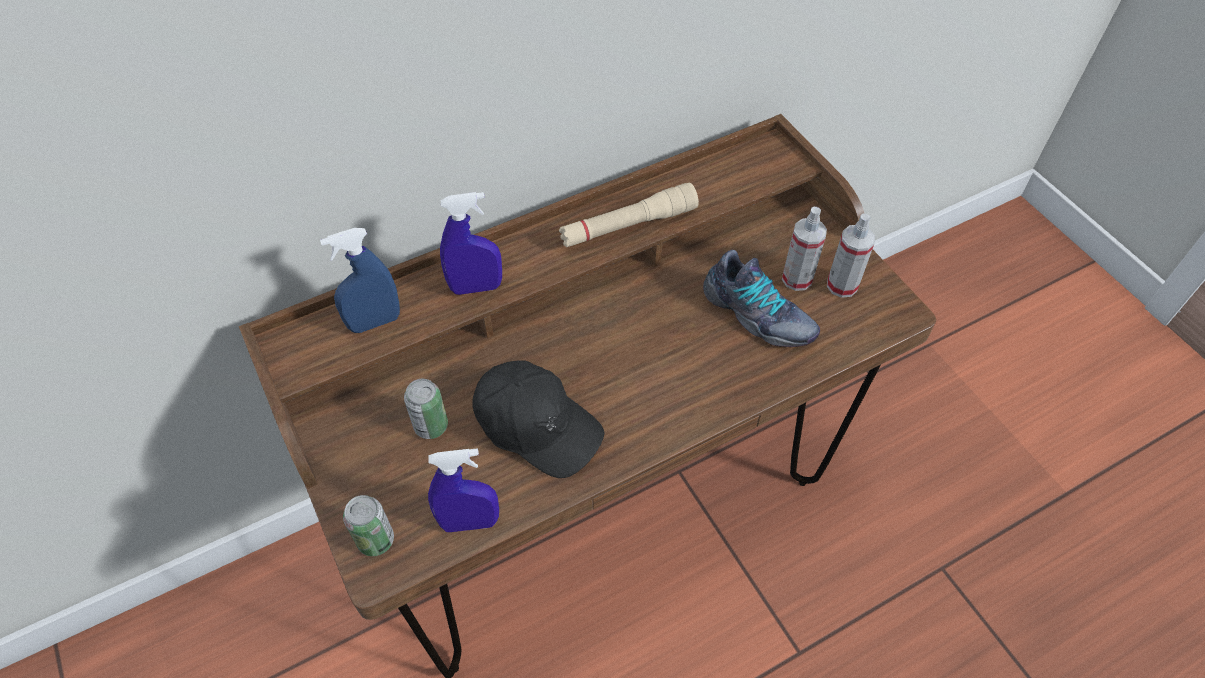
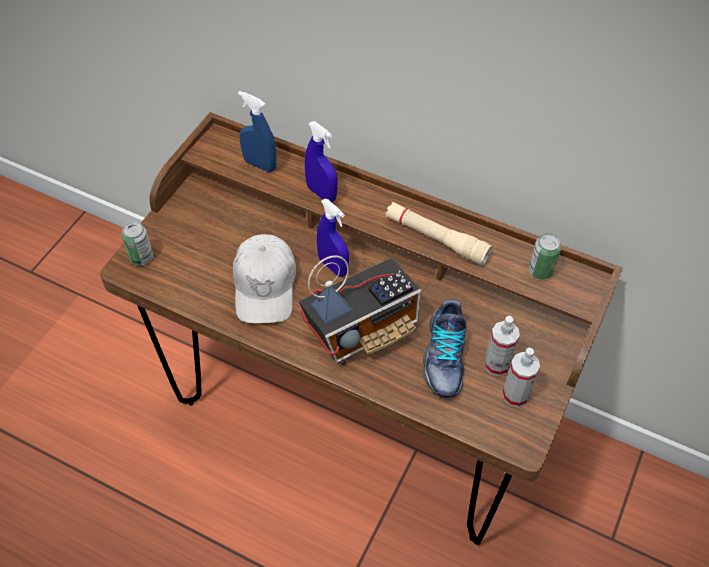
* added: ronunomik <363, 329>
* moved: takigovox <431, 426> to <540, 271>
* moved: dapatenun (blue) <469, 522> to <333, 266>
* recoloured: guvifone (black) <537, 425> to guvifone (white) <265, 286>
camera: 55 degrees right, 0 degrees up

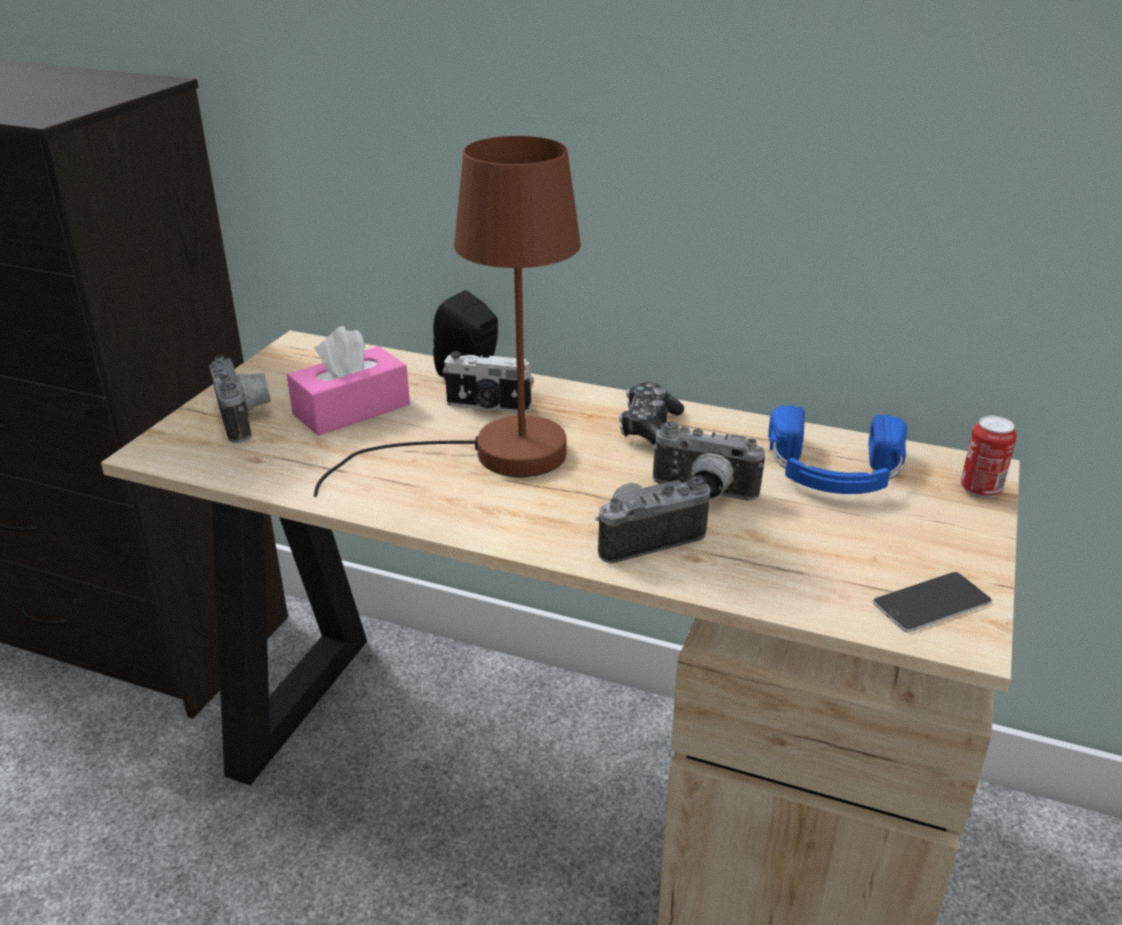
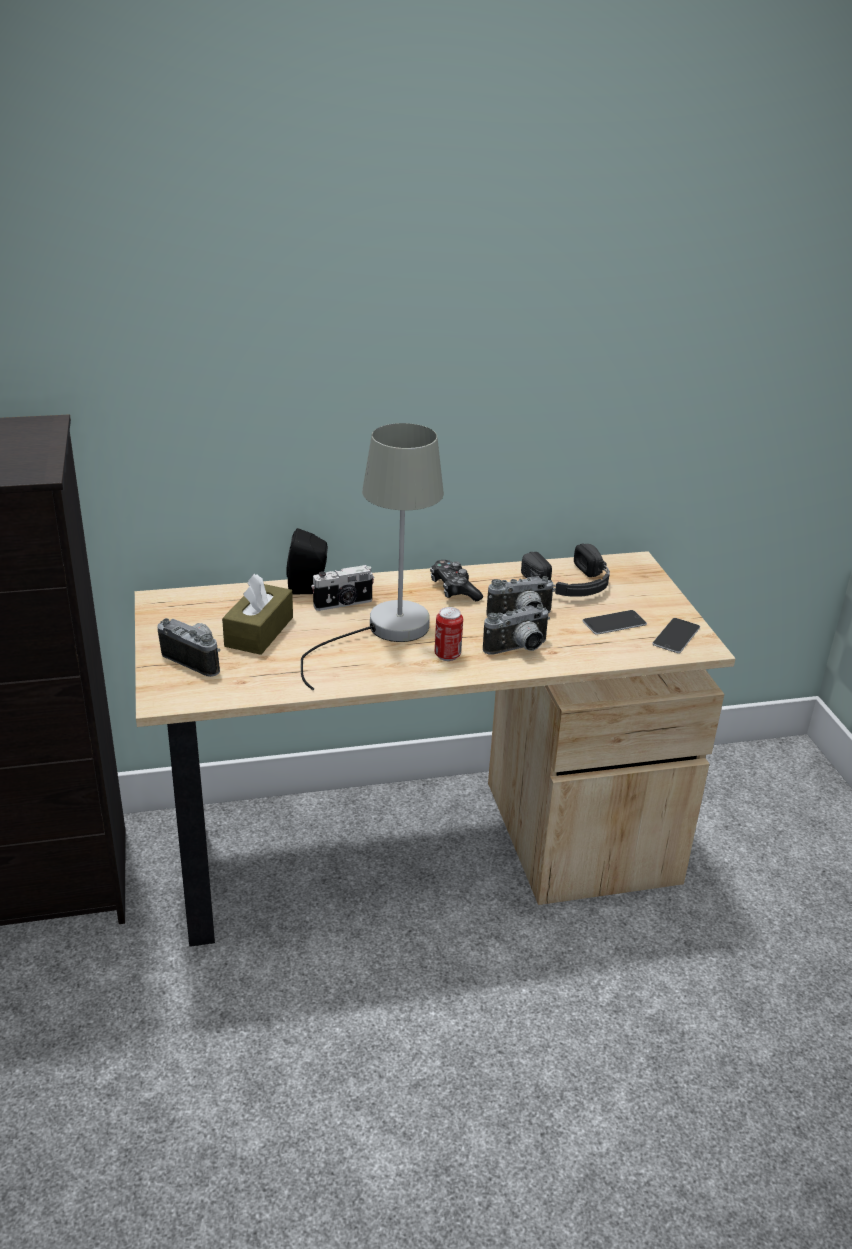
* added: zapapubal <614, 622>
* moved: takigovox <980, 490> to <447, 655>
* recoloured: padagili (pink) <351, 409> to padagili (brown) <259, 632>
* recoloured: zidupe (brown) <492, 455> to zidupe (grey) <384, 632>
* recoloured: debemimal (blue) <834, 470> to debemimal (black) <570, 583>
* turned: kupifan <645, 537> = <518, 649> 150 degrees counterclockwise
camera: 35 degrees left, 0 degrees up

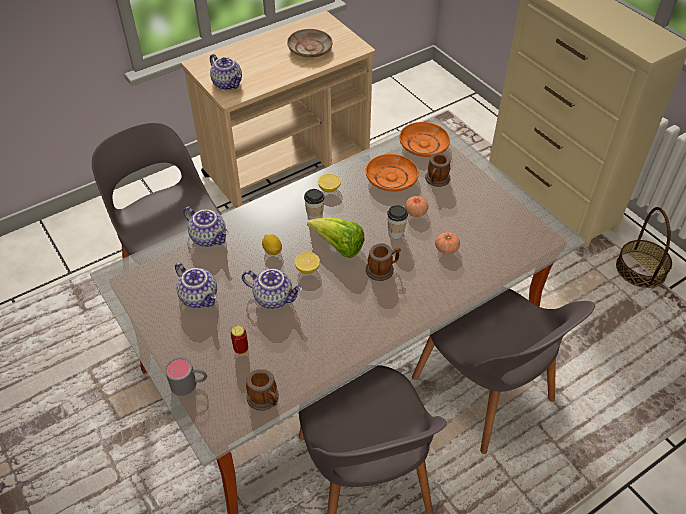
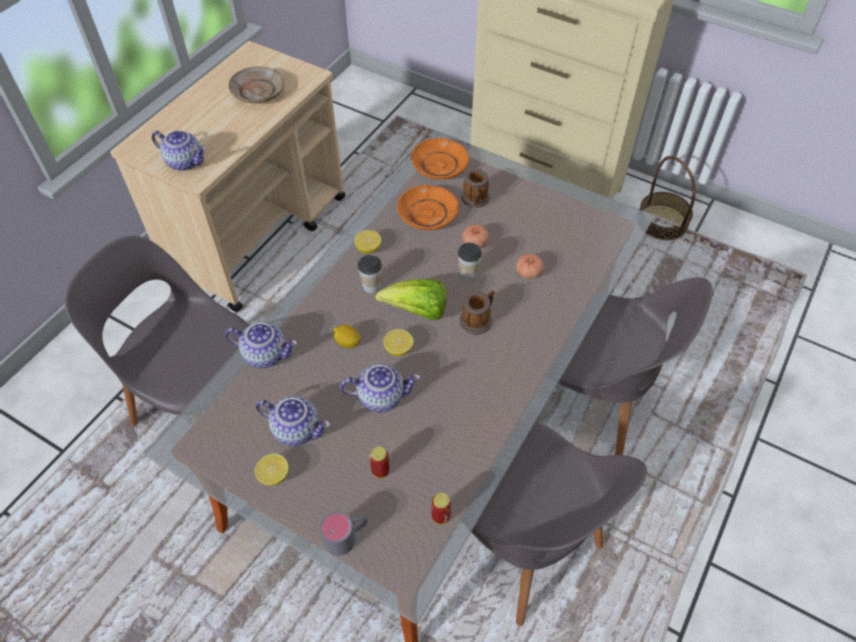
* added: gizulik <274, 475>
* replaced: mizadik <265, 399> to takigovox <440, 516>
camera: 25 degrees left, 5 degrees up

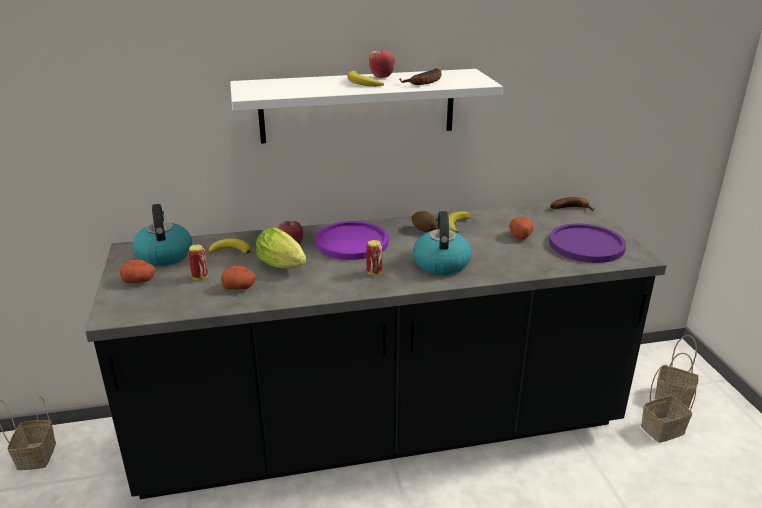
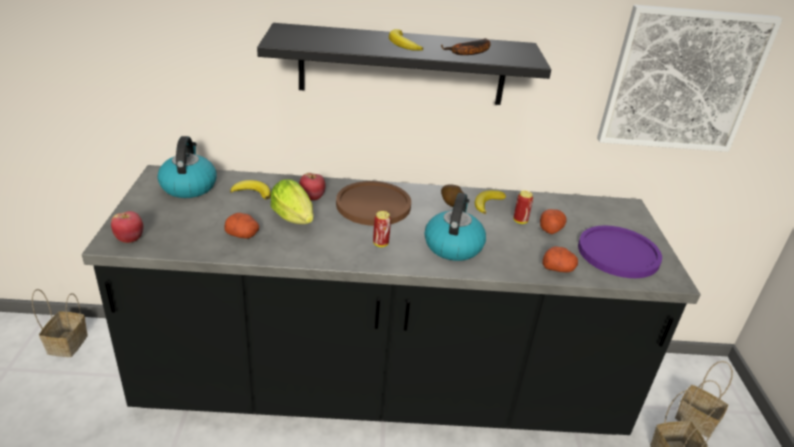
* removed: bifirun <571, 207>
* added: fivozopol <682, 80>
* moved: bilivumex <140, 280> to <558, 268>
* moved: takigovox <200, 277> to <520, 221>
* moved: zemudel <381, 77> to <130, 239>
* recoloured: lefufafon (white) <358, 106> to lefufafon (black) <402, 65>
* recoloured: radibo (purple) <352, 242> to radibo (brown) <373, 205>
camera: 10 degrees right, 5 degrees up

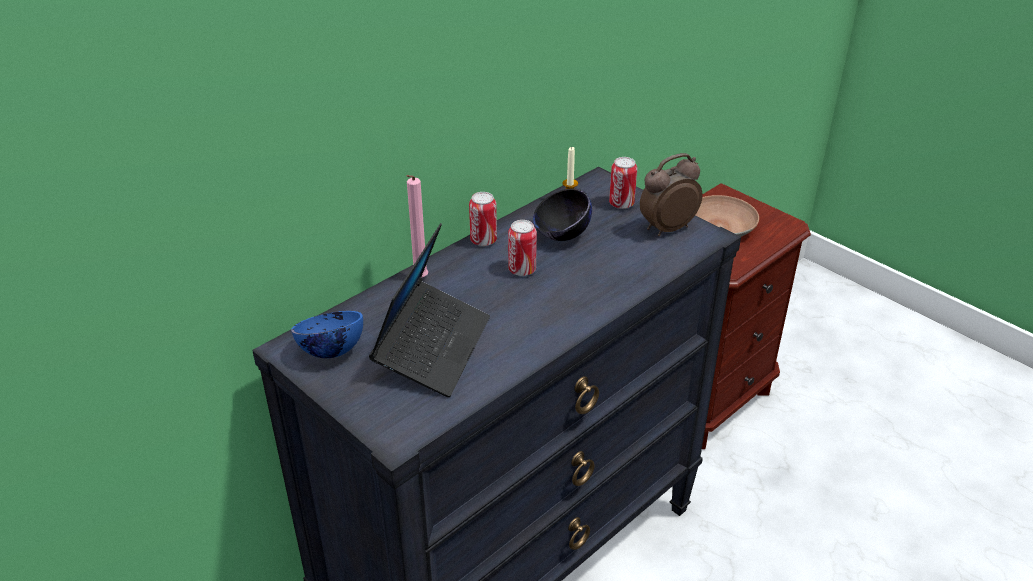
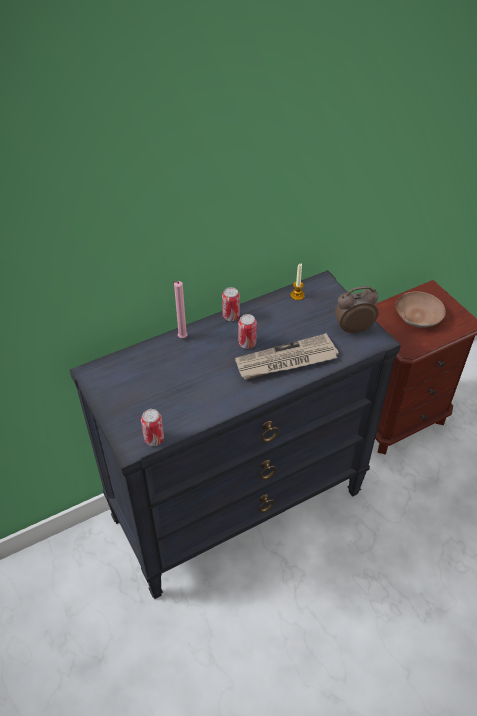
* removed: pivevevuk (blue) <331, 350>
* removed: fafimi <433, 347>
* removed: pivevevuk (black) <561, 235>
* added: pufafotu <286, 360>
* moved: takigovox <621, 204> to <154, 439>
camera: 15 degrees right, 10 degrees up

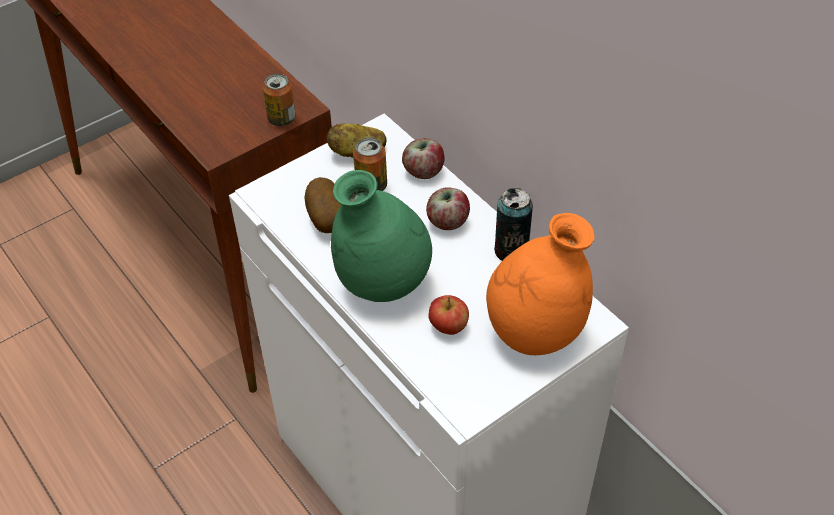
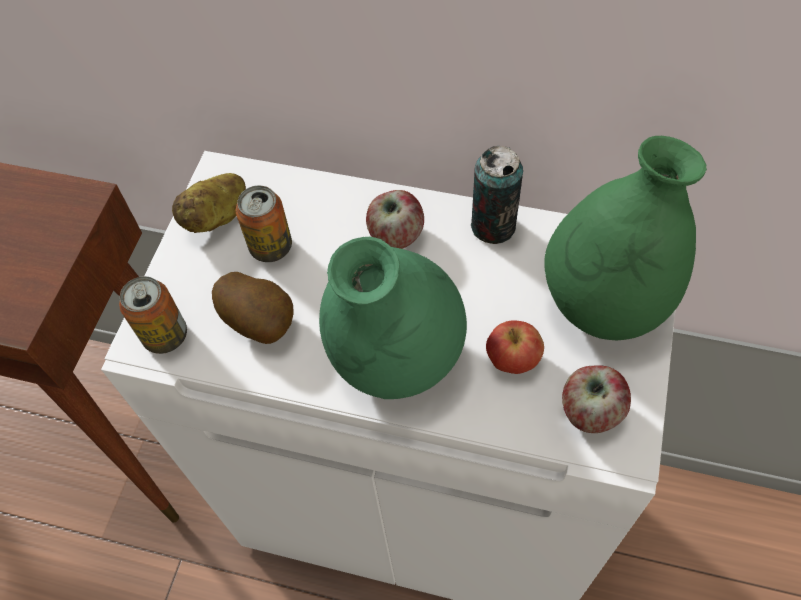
* moved: takigovox <281, 119> to <165, 335>
* moved: zemudel <423, 171> to <590, 411>
* recoloured: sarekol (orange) <535, 333> to sarekol (green) <605, 303>
camera: 35 degrees left, 10 degrees up

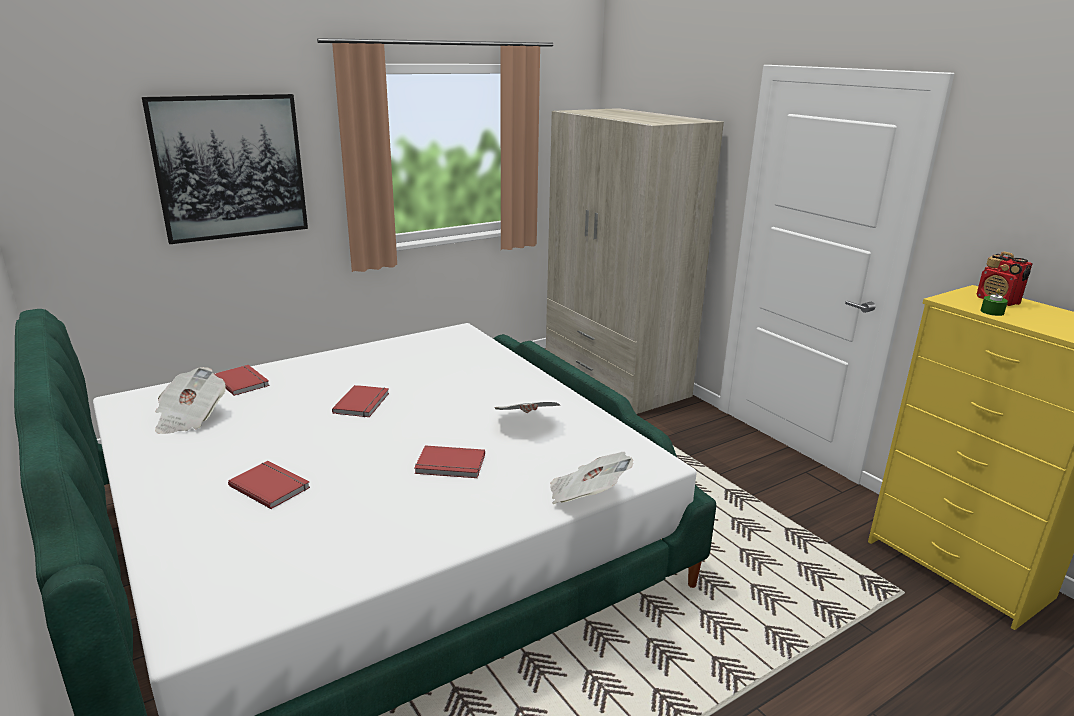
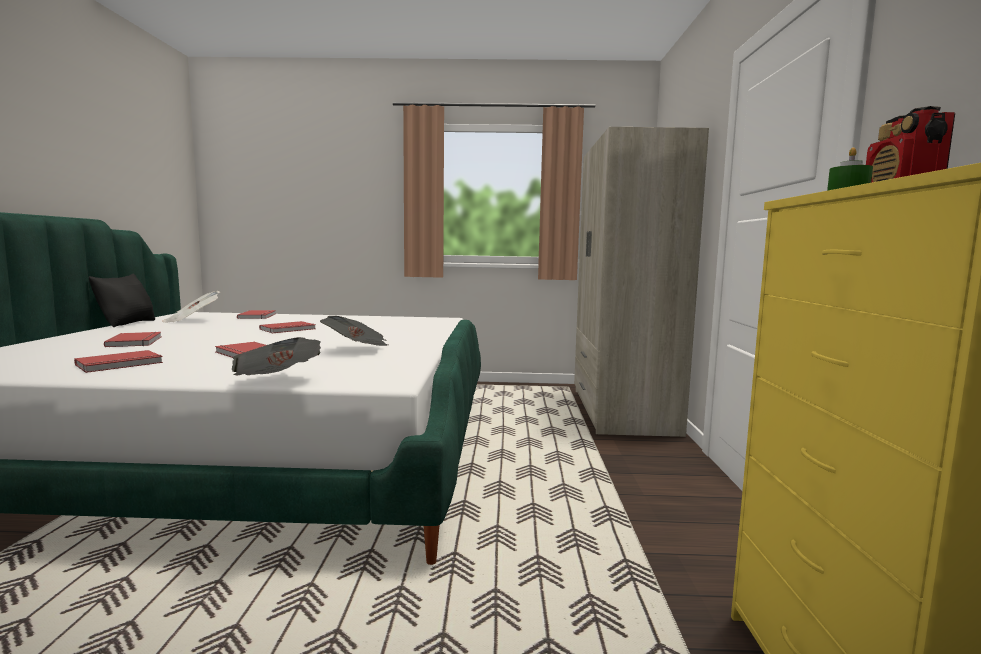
* removed: fivozopol <230, 167>
* added: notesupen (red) <120, 364>
* added: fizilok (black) <127, 323>
camera: 35 degrees right, 15 degrees down

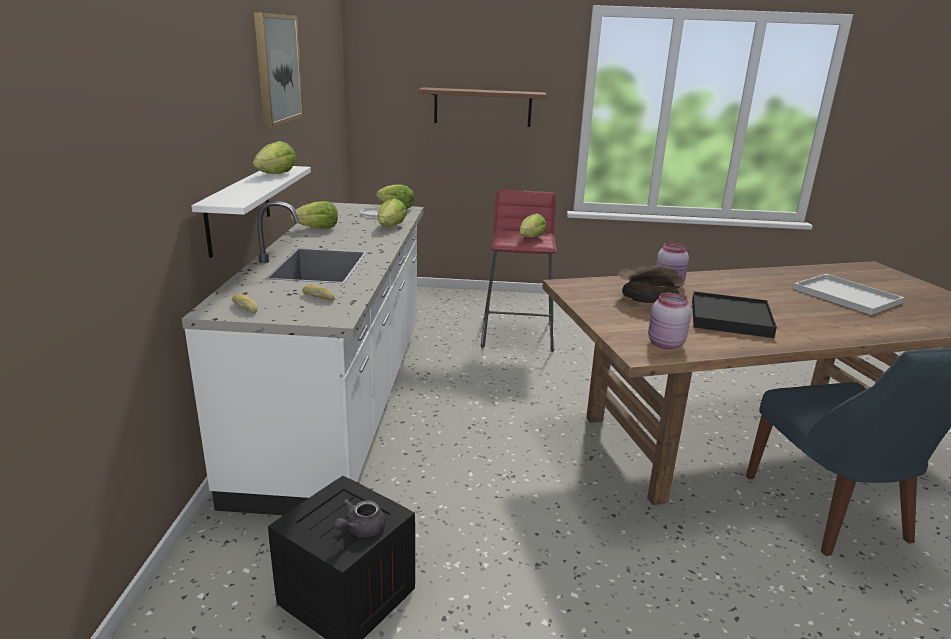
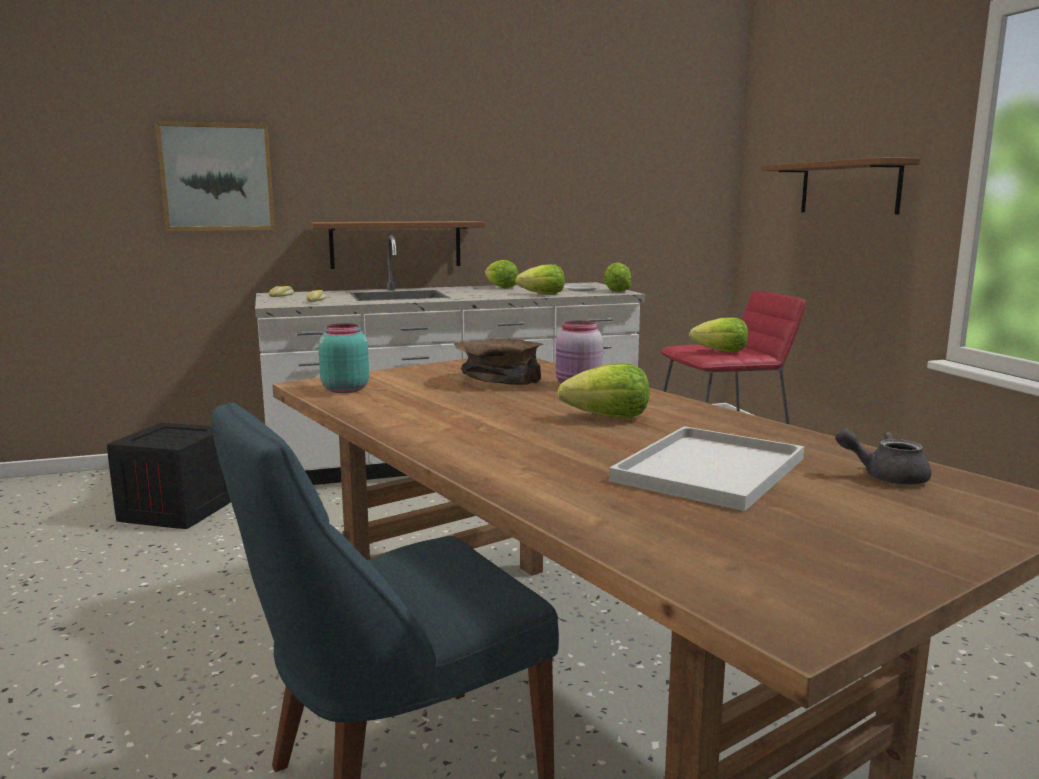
* removed: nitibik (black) <730, 318>
* moved: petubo <276, 174> to <608, 418>
* moved: fivozopol <277, 69> to <217, 177>
* moved: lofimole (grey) <361, 529> to <885, 476>
* recoloured: lefufafon (white) <239, 208> to lefufafon (brown) <396, 244>
* recoloured: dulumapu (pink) <665, 344> to dulumapu (turquoise) <344, 389>
camera: 70 degrees right, 10 degrees down

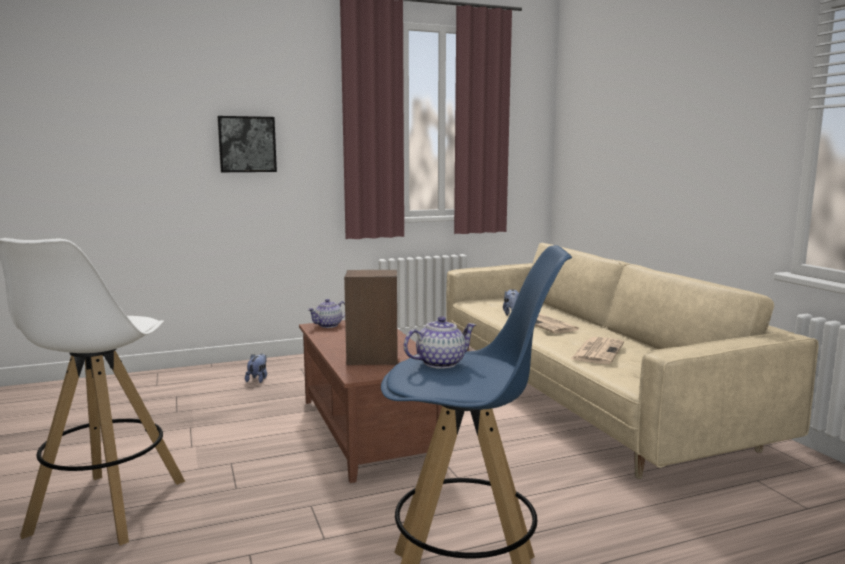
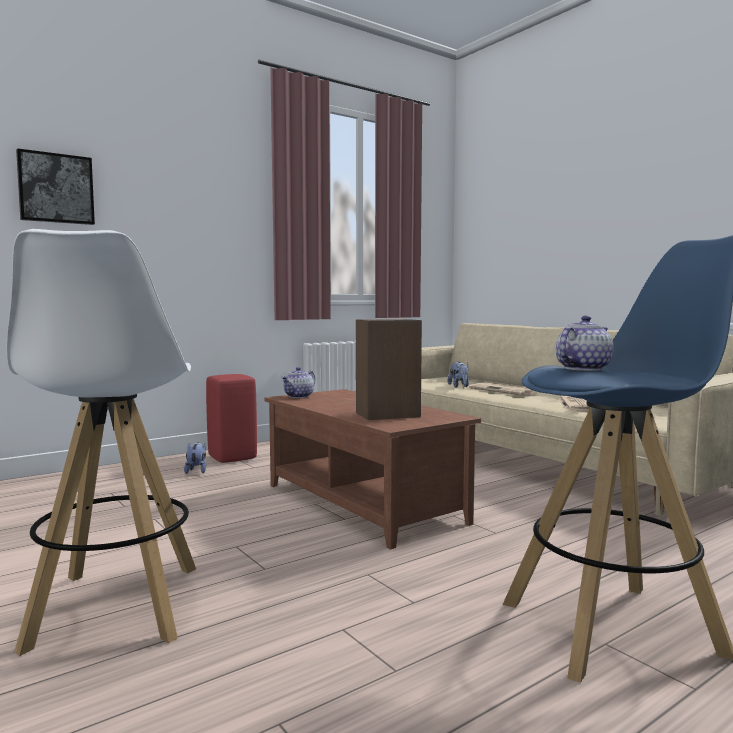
* added: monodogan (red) <233, 458>
* moved: fivozopol <247, 144> to <56, 188>
camera: 15 degrees left, 5 degrees down

